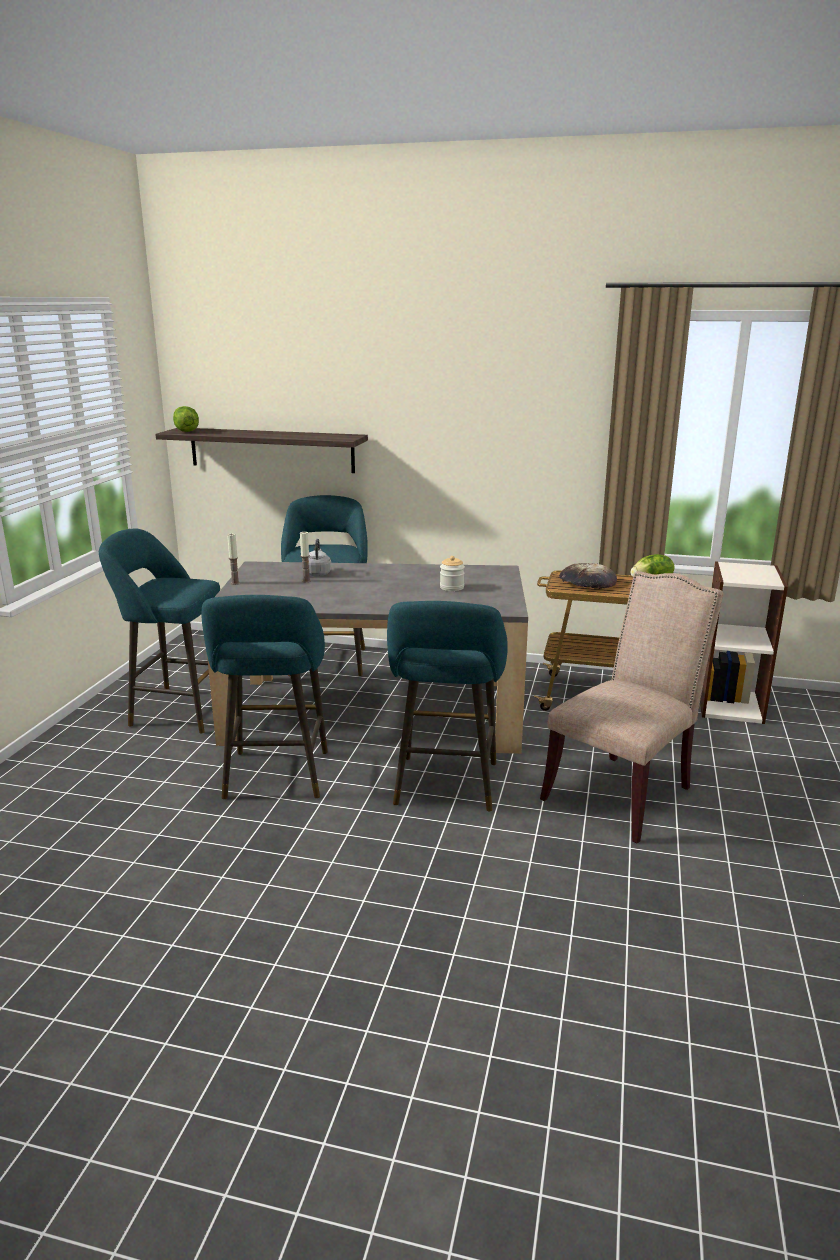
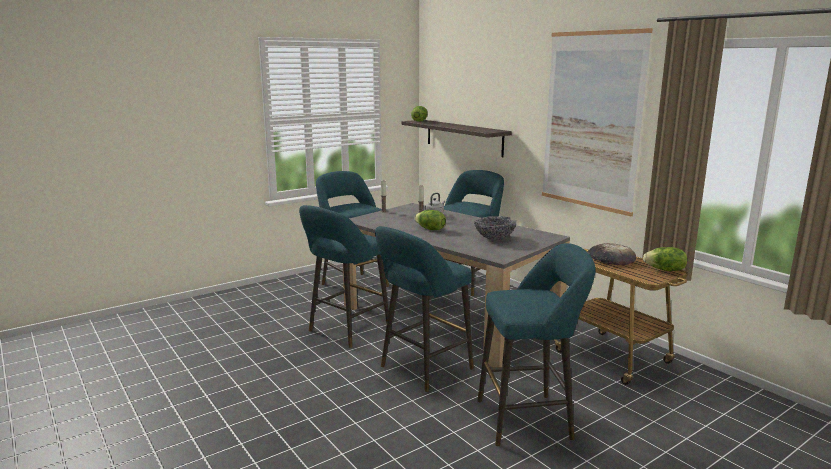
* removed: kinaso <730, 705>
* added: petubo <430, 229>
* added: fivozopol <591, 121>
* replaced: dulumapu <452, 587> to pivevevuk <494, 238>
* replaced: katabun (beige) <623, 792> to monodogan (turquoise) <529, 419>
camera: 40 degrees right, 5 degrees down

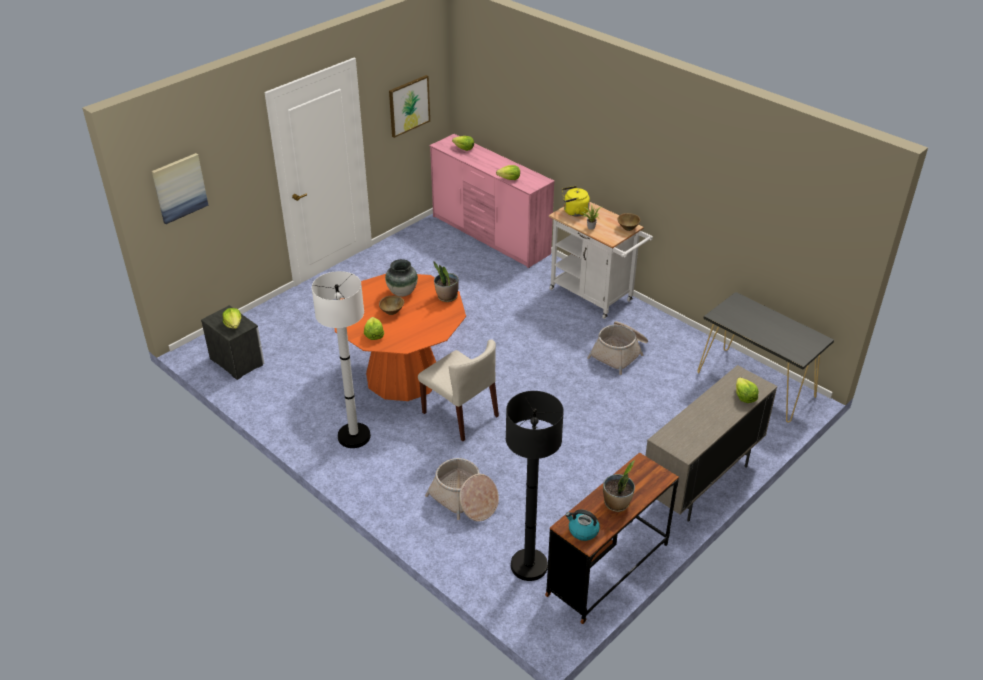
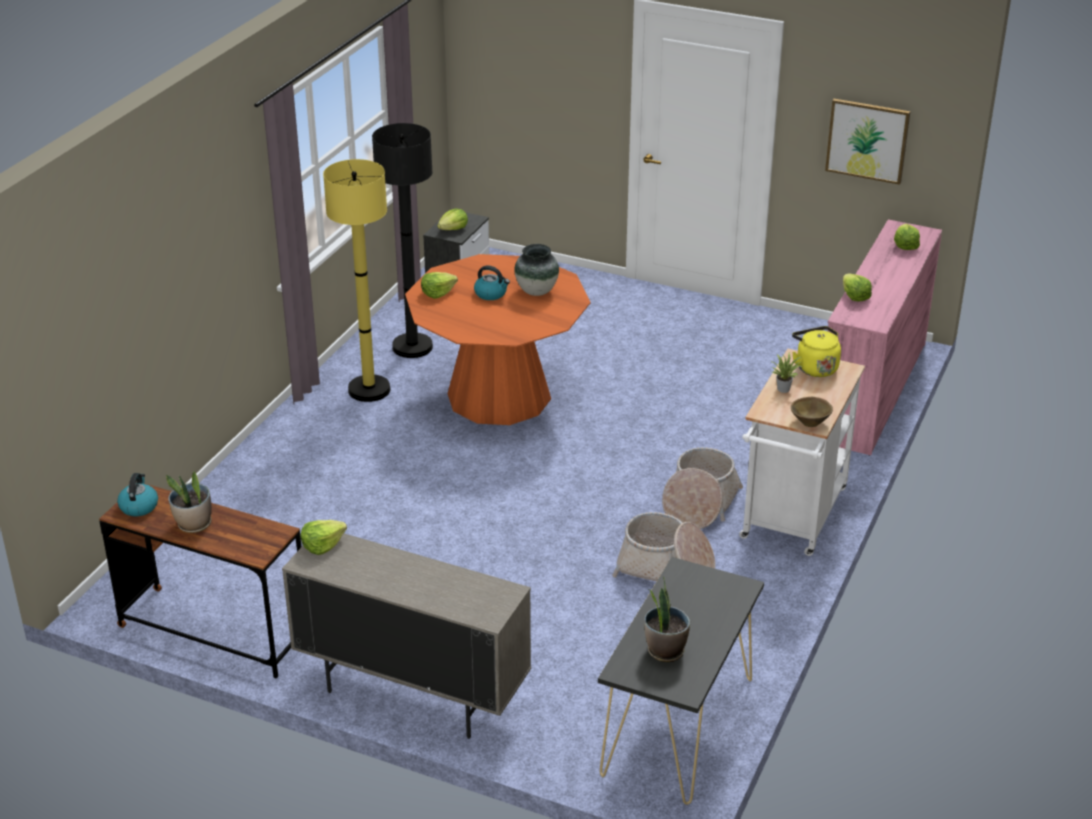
* removed: fivozopol <179, 188>
* removed: katabun (beige) <461, 414>
* moved: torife <464, 500> to <699, 503>
* moved: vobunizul <447, 297> to <665, 650>
* moved: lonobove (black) <529, 565> to <412, 347>
* moved: petubo <744, 397> to <322, 545>
* replaced: pivevevuk (brown) <392, 312> to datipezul <491, 294>
* recoloured: lonobove (white) <354, 436> to lonobove (yellow) <369, 390>
camera: 70 degrees right, 5 degrees down

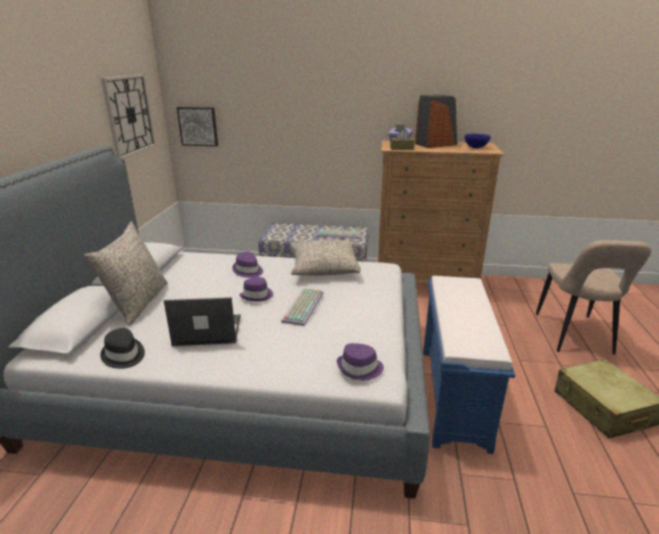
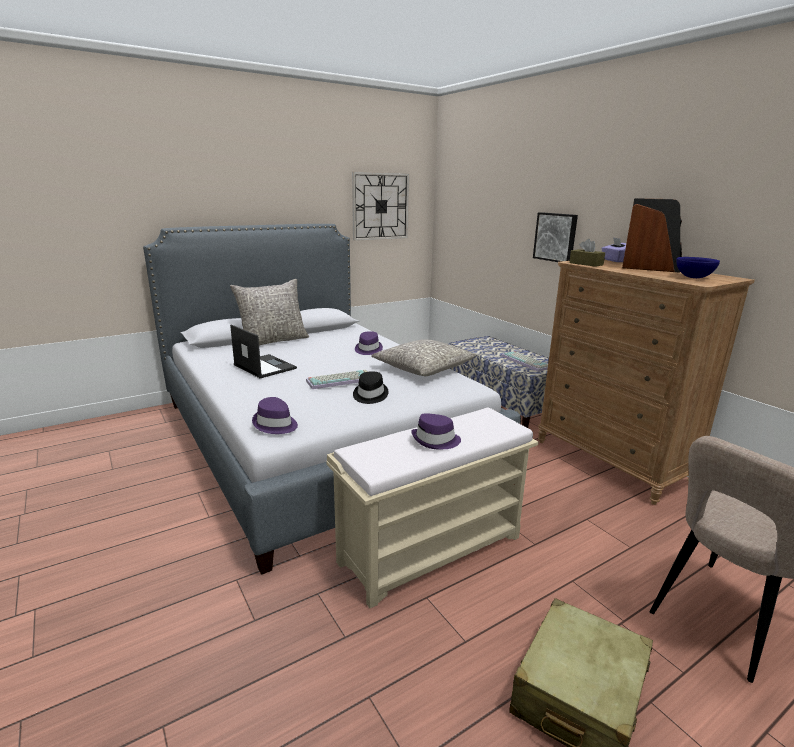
* moved: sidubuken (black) <123, 355> to <369, 395>
* moved: fivozopol <198, 126> to <556, 237>
* moved: sidubuken (purple) <257, 295> to <436, 440>
* recoloured: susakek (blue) <452, 394> to susakek (beige) <432, 548>
camera: 50 degrees right, 5 degrees down

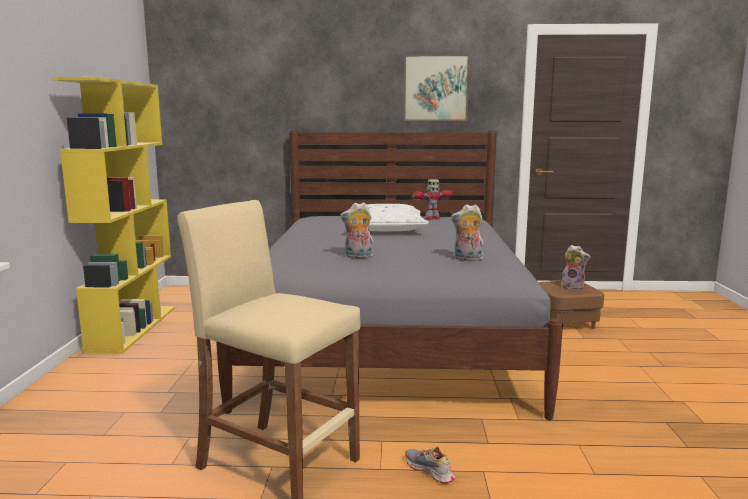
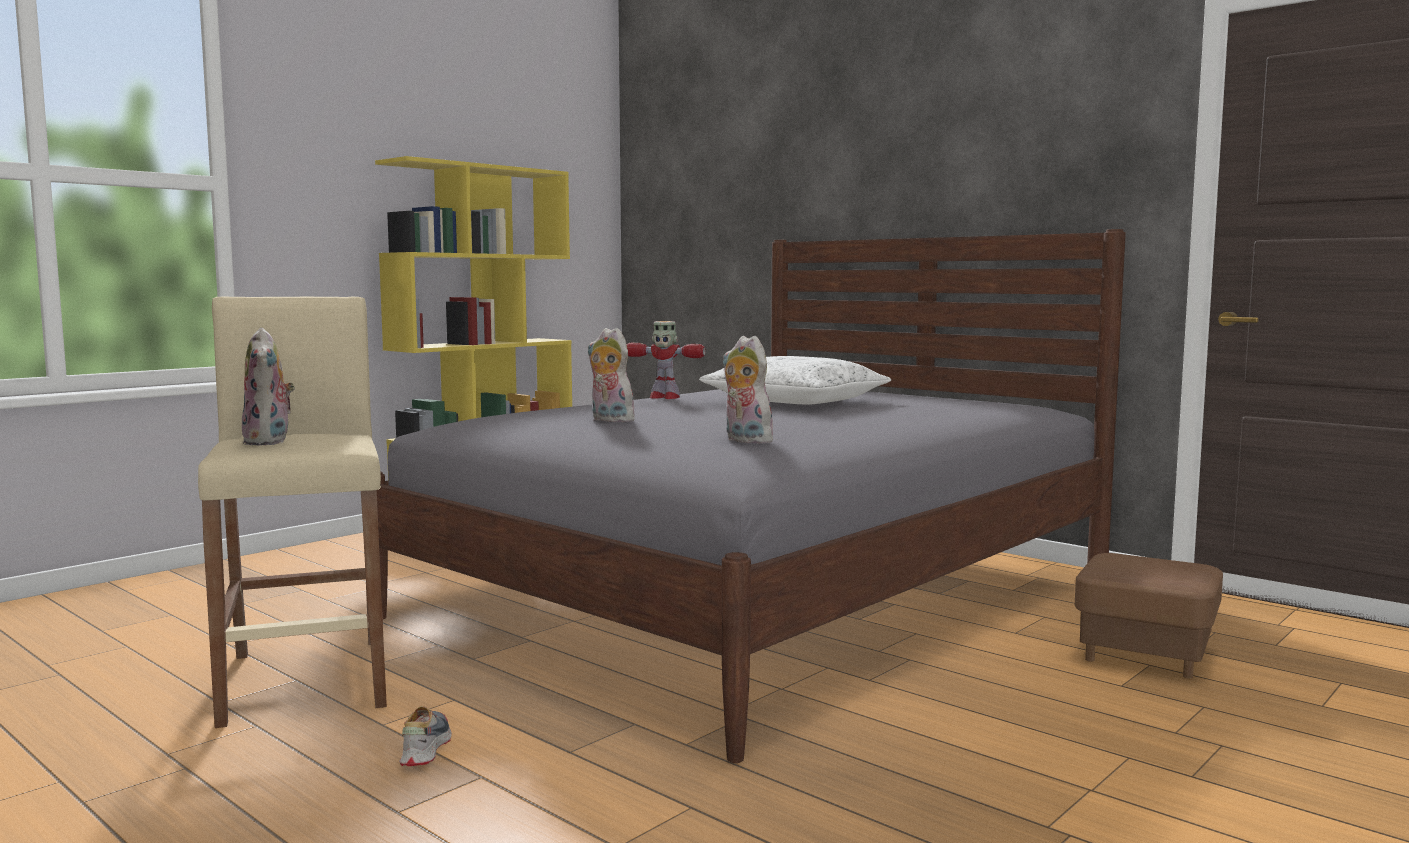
* removed: fivozopol <435, 88>
* moved: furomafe <432, 218> to <664, 397>
* moved: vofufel <573, 287> to <270, 441>
camera: 40 degrees right, 5 degrees down

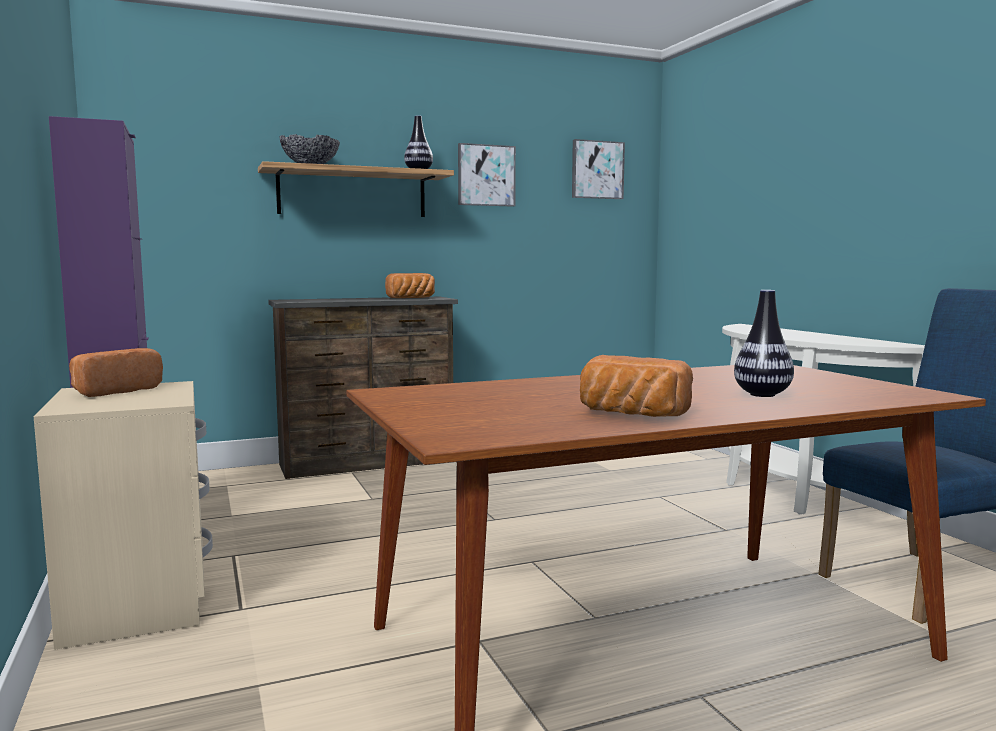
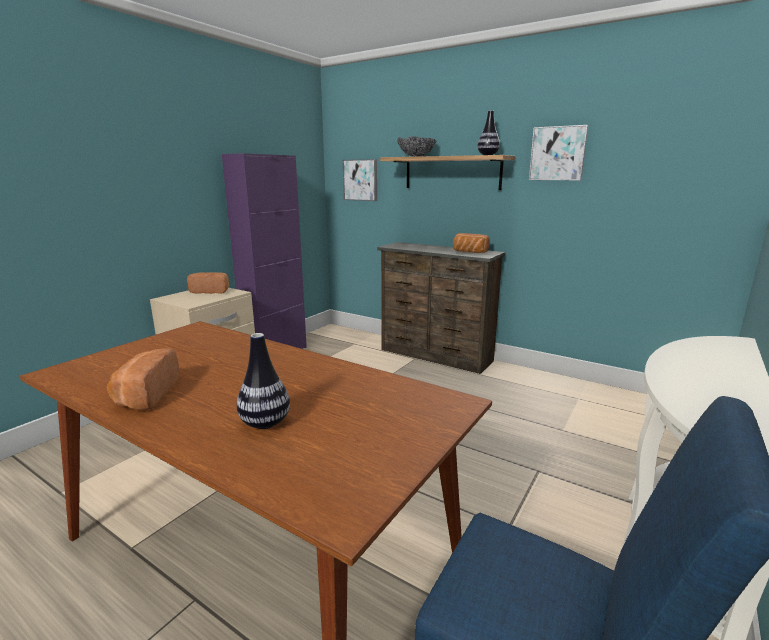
* moved: fivozopol <597, 170> to <361, 180>
camera: 55 degrees right, 10 degrees up

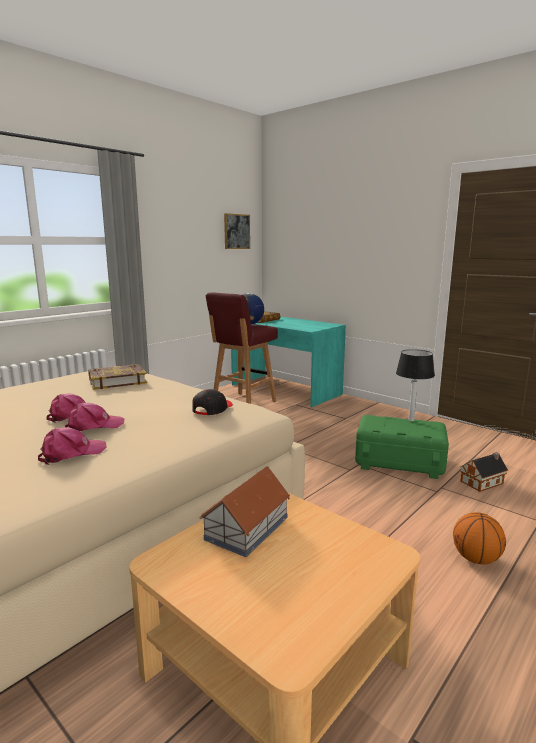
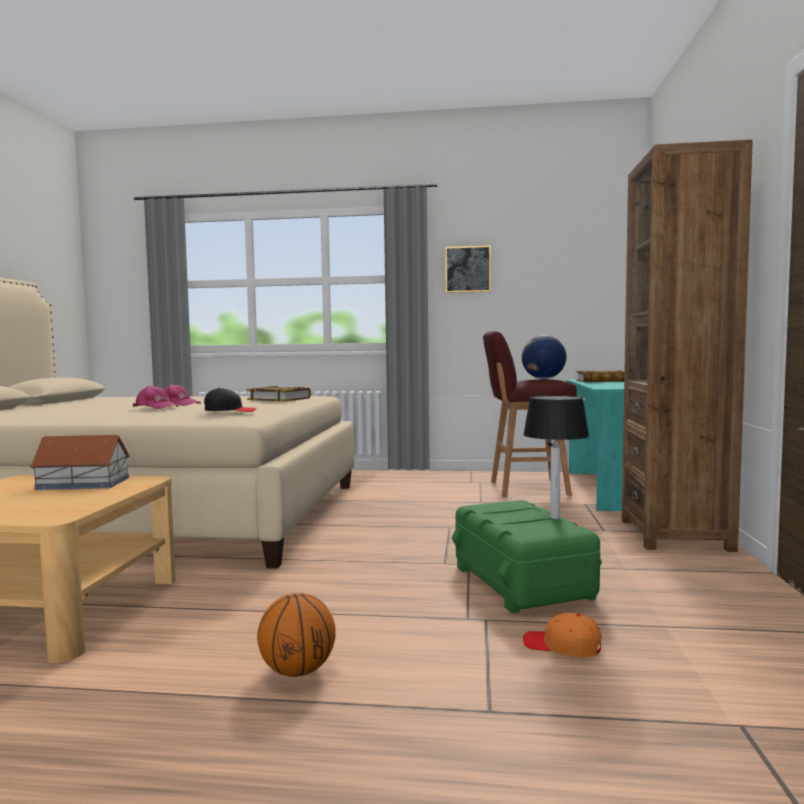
* removed: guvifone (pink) <71, 453>
* added: kinaso (brown) <675, 535>
* moved: fivozopol <236, 231> to <468, 269>
* replaced: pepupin <483, 482> to guvifone (orange) <562, 646>
camera: 55 degrees right, 10 degrees down

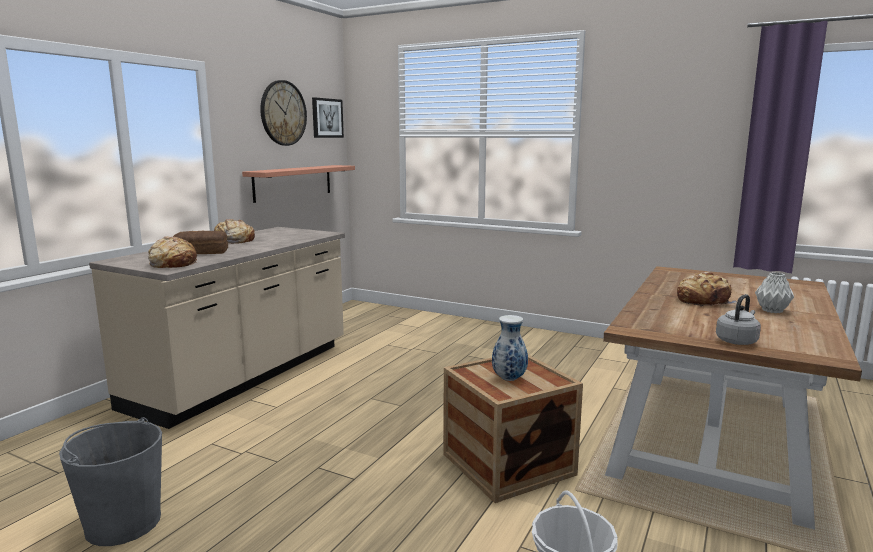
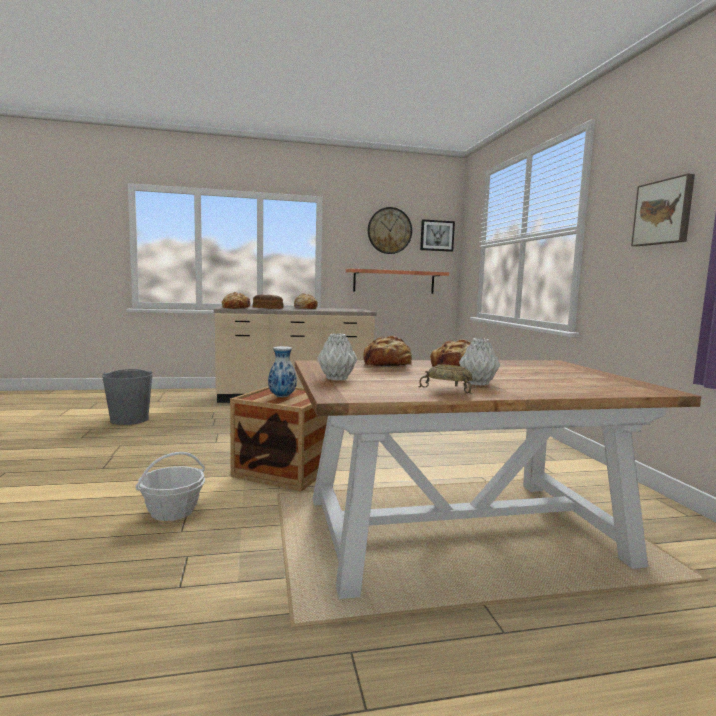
* added: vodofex <388, 366>
* added: pivevevuk (beige) <449, 391>
* added: fivozopol <664, 212>
* replaced: datipezul (grey) <737, 341> to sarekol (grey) <337, 378>
camera: 50 degrees right, 5 degrees down

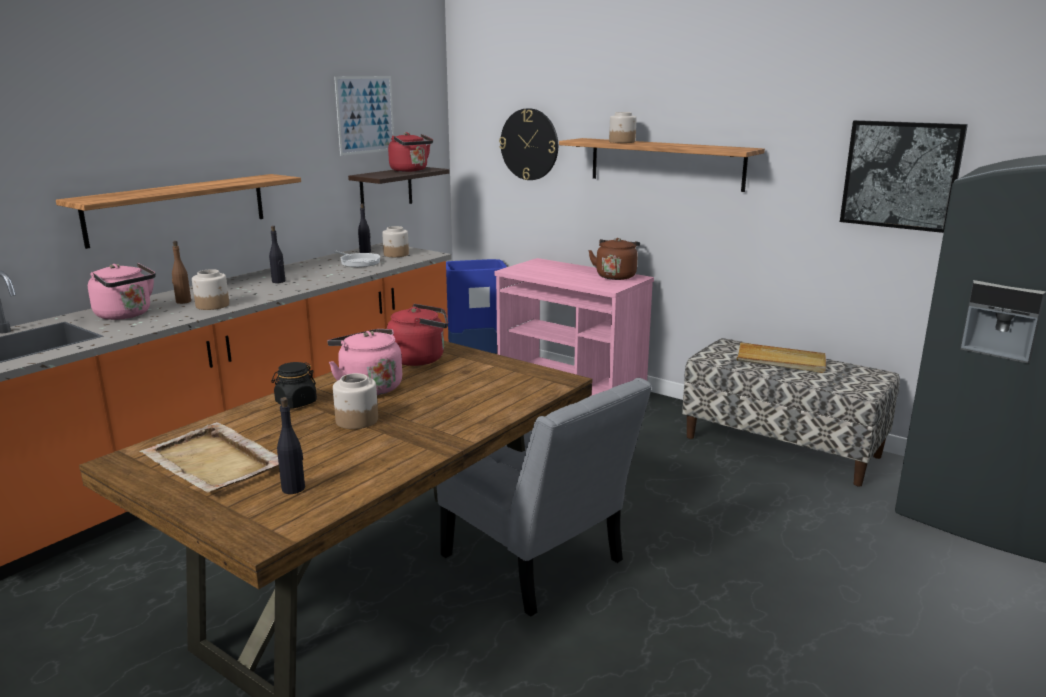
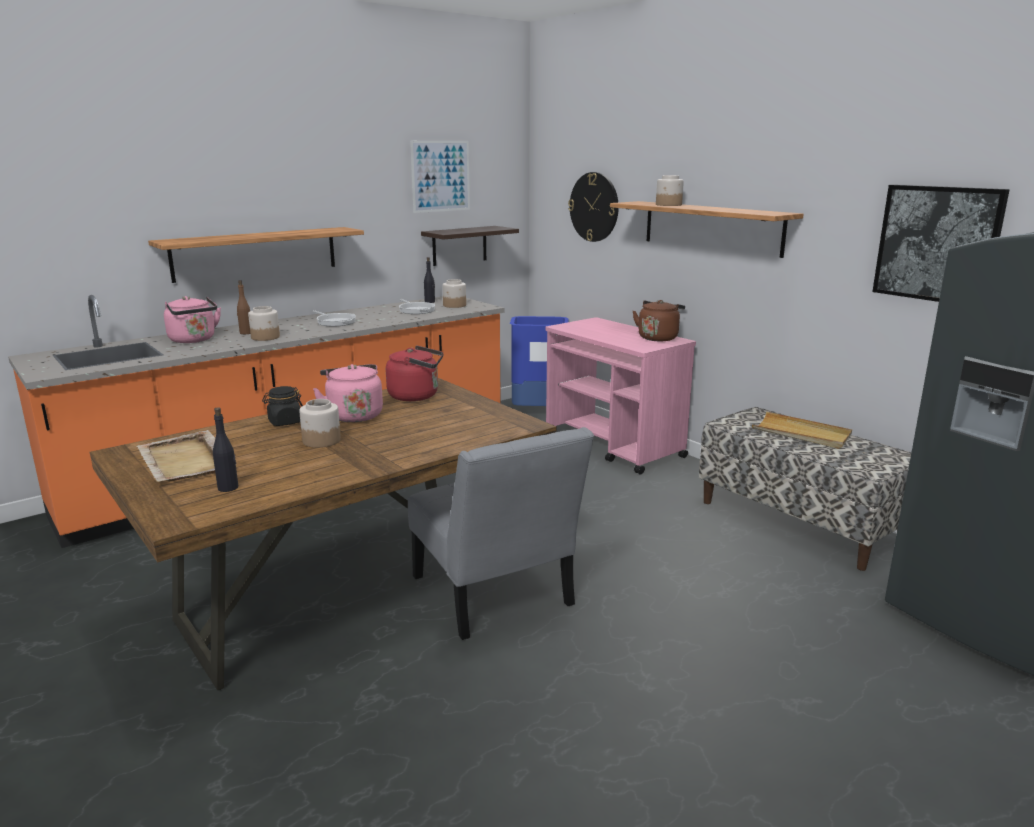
* removed: datipezul (red) <410, 170>
* replaced: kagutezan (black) <278, 281> to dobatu <335, 322>
camera: 15 degrees right, 0 degrees up

